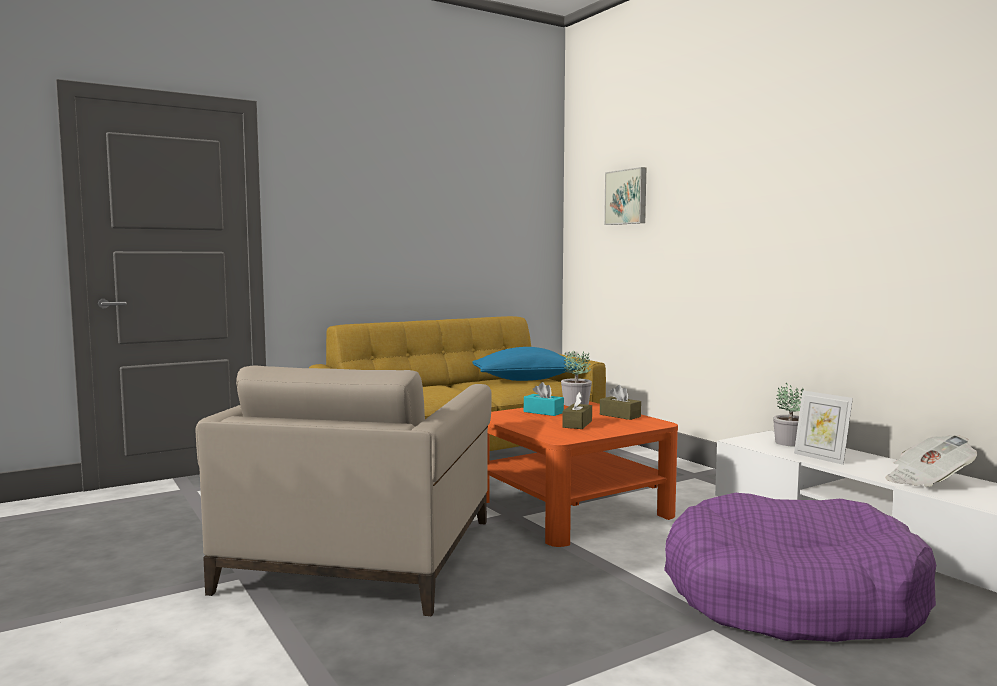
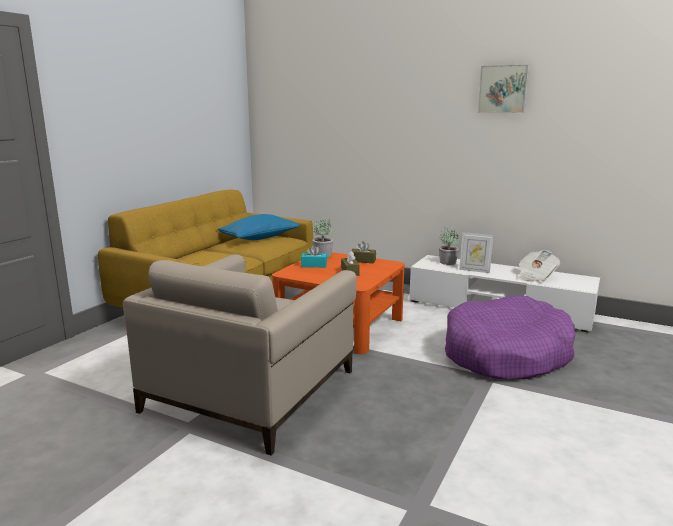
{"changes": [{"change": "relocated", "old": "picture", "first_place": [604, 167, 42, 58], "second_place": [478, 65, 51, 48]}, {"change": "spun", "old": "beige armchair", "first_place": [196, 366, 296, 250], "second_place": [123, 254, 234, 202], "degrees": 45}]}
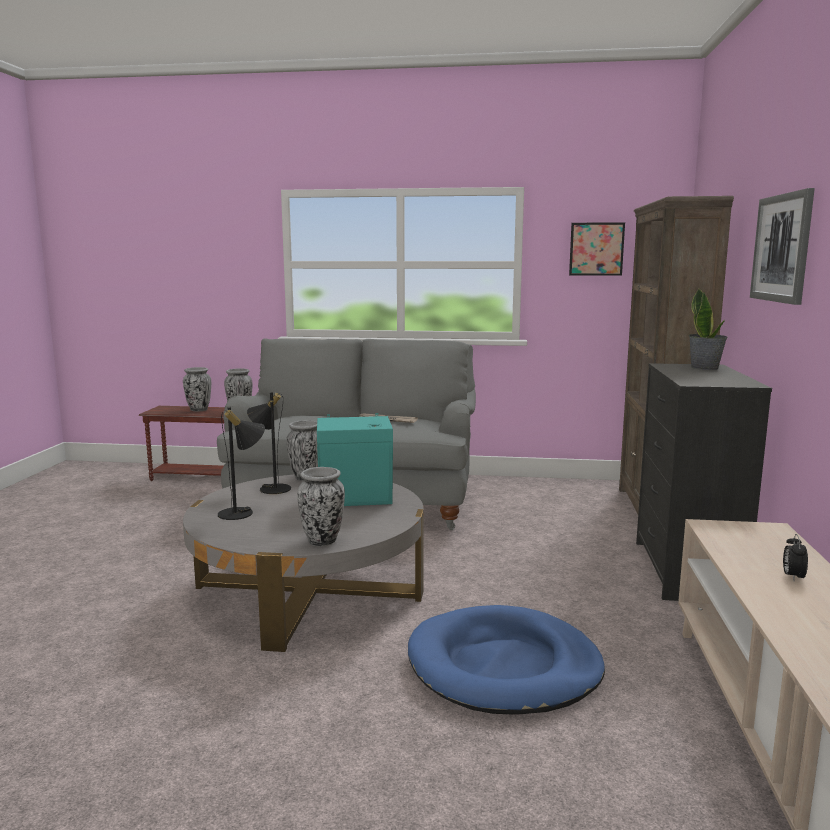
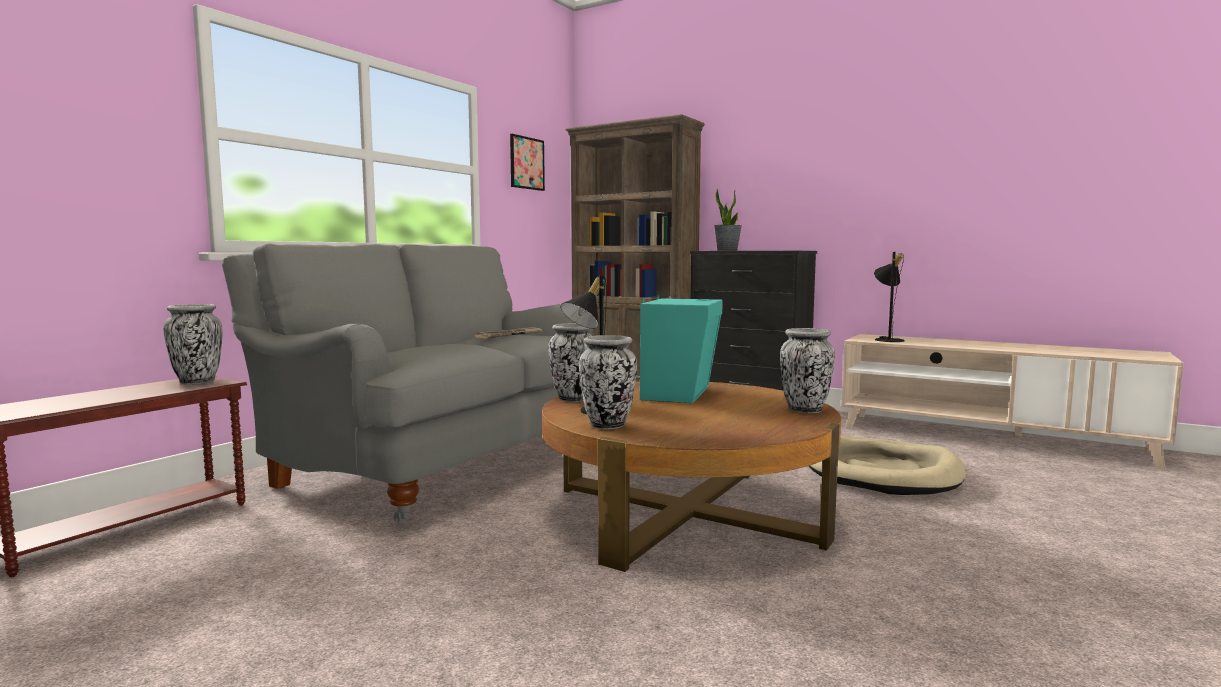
{"changes": [{"change": "missing", "old": "picture", "first_place": [750, 188, 65, 117]}, {"change": "missing", "old": "alarm clock", "first_place": [783, 534, 25, 46]}, {"change": "relocated", "old": "vase", "first_place": [183, 367, 28, 44], "second_place": [579, 335, 58, 95]}, {"change": "relocated", "old": "black table lamp", "first_place": [218, 407, 47, 113], "second_place": [874, 252, 31, 90]}, {"change": "colour", "old": "grey coffee table", "new": "brown coffee table", "first_place": [183, 475, 241, 177], "second_place": [542, 382, 299, 190]}, {"change": "colour", "old": "blue dog bed", "new": "beige dog bed", "first_place": [408, 605, 197, 110], "second_place": [809, 435, 157, 60]}]}
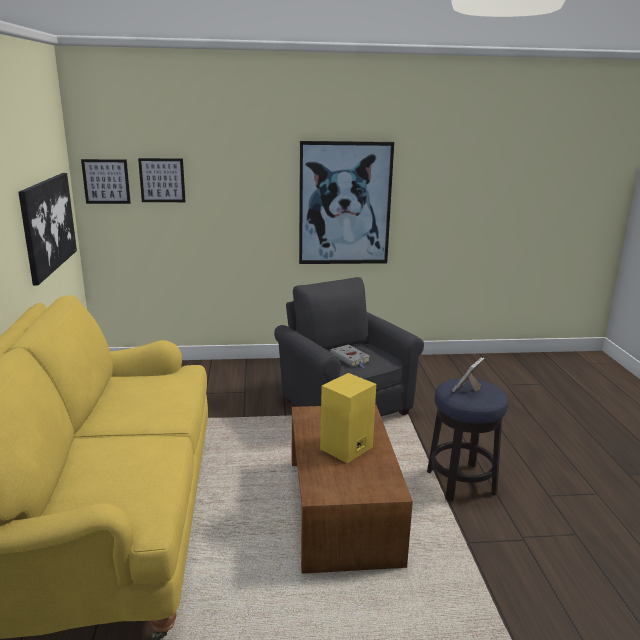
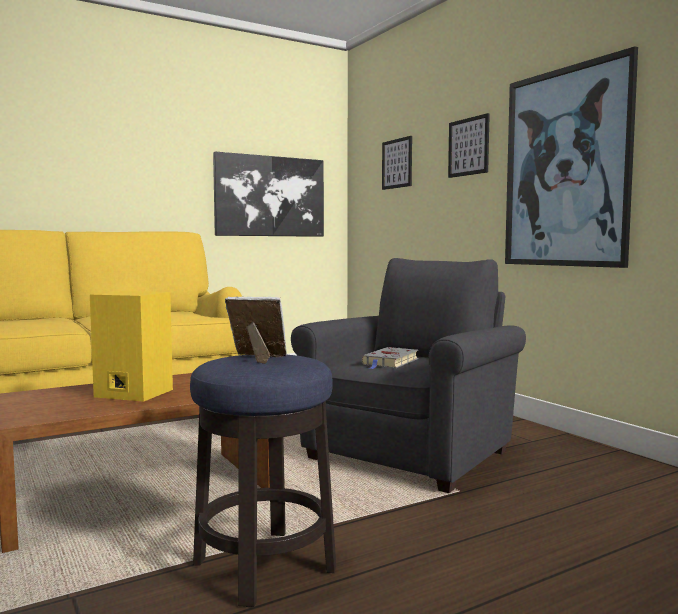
{"changes": [{"change": "relocated", "old": "picture", "first_place": [81, 159, 50, 45], "second_place": [448, 113, 42, 65]}]}
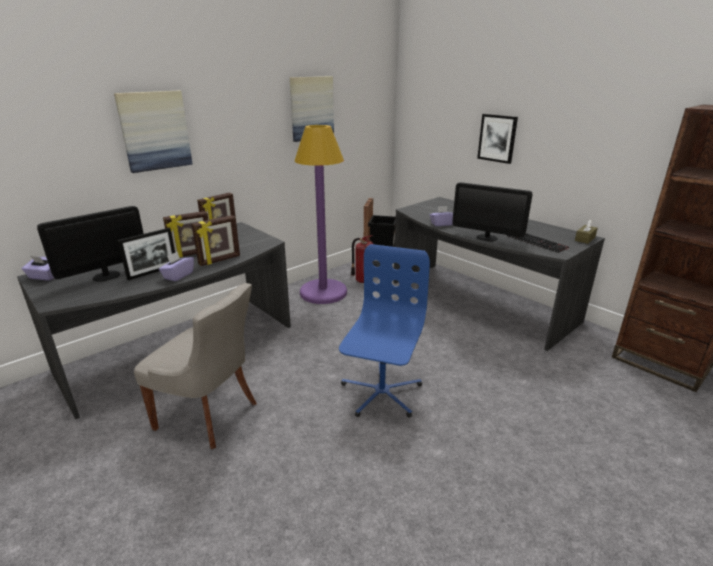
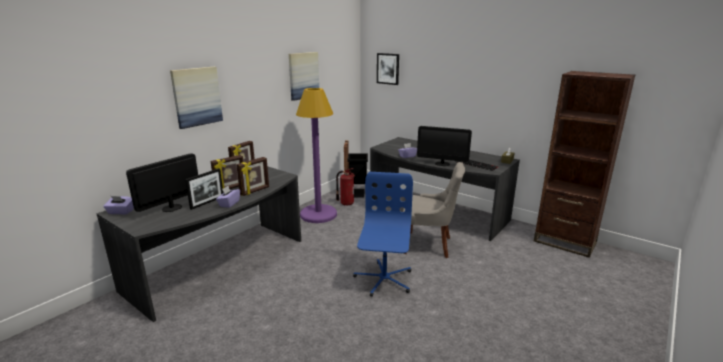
{"changes": [{"change": "relocated", "old": "grey chair", "first_place": [134, 283, 123, 166], "second_place": [403, 162, 62, 96]}, {"change": "relocated", "old": "picture", "first_place": [477, 114, 41, 50], "second_place": [377, 53, 22, 32]}]}
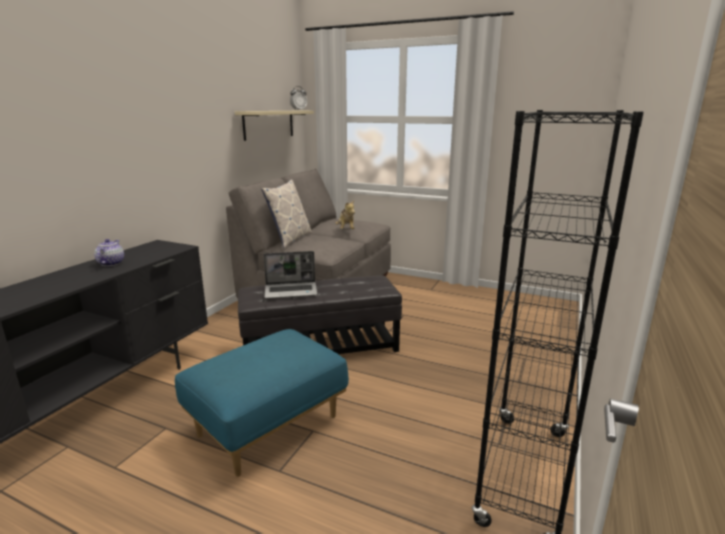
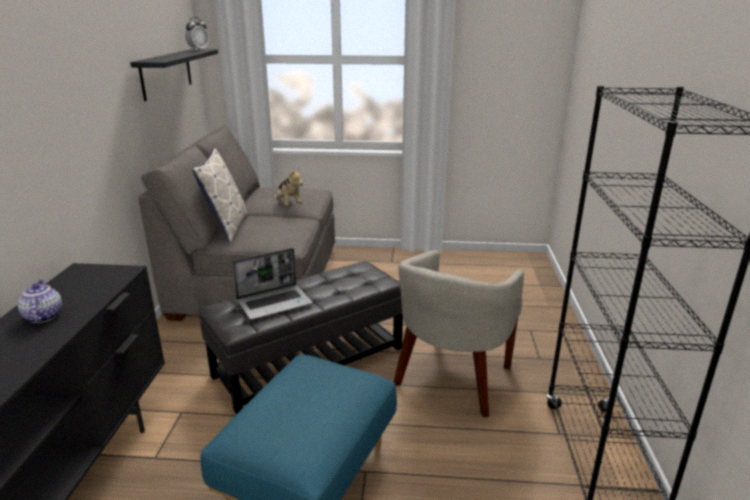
{"changes": [{"change": "appeared", "new": "beige armchair", "second_place": [393, 250, 131, 167]}, {"change": "colour", "old": "beige shelf", "new": "black shelf", "first_place": [235, 111, 79, 30], "second_place": [130, 49, 88, 52]}]}
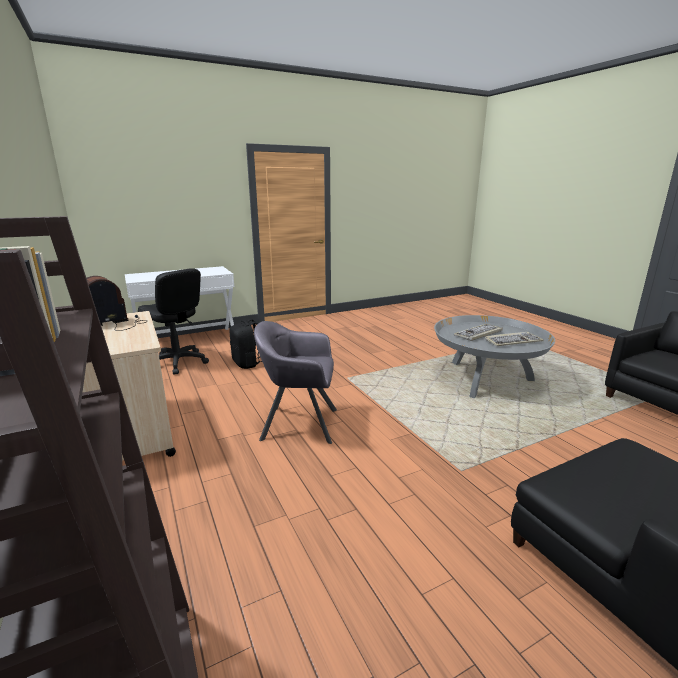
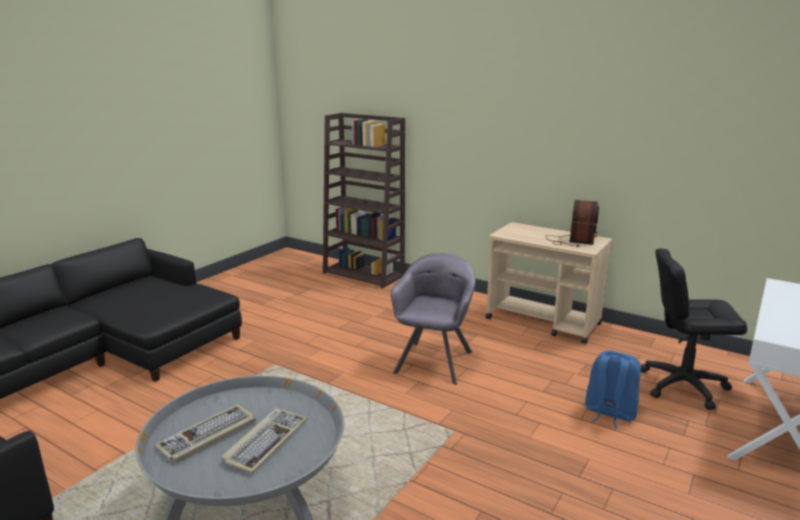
{"changes": [{"change": "colour", "old": "black backpack", "new": "blue backpack", "first_place": [229, 318, 33, 51], "second_place": [585, 350, 56, 79]}, {"change": "spun", "old": "grey armchair", "first_place": [254, 321, 83, 123], "second_place": [391, 253, 85, 132], "degrees": -45}]}
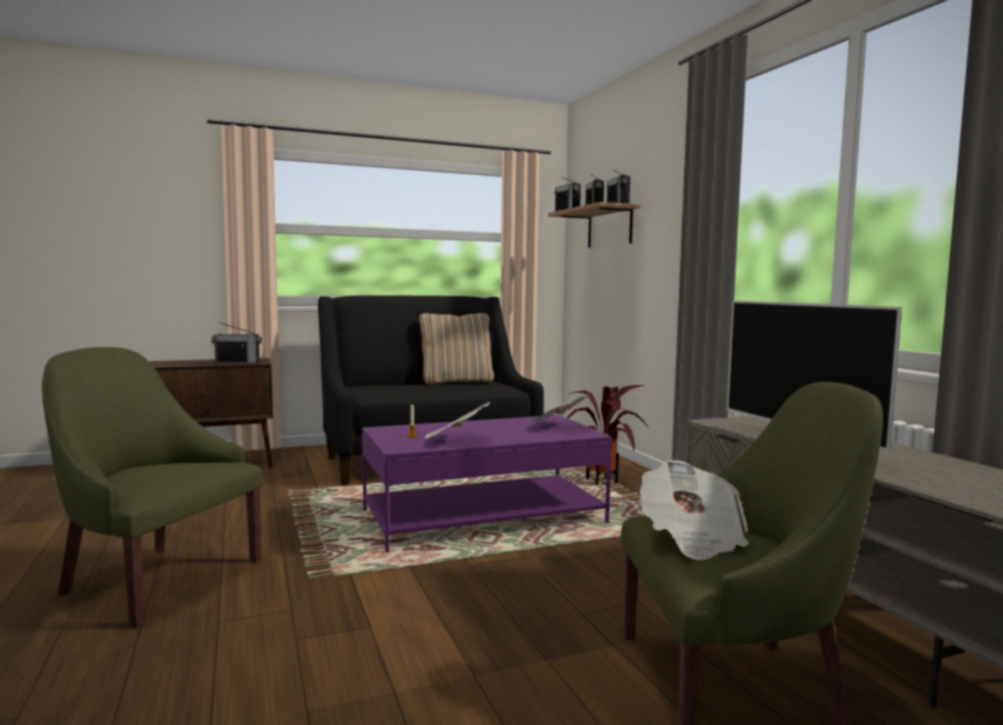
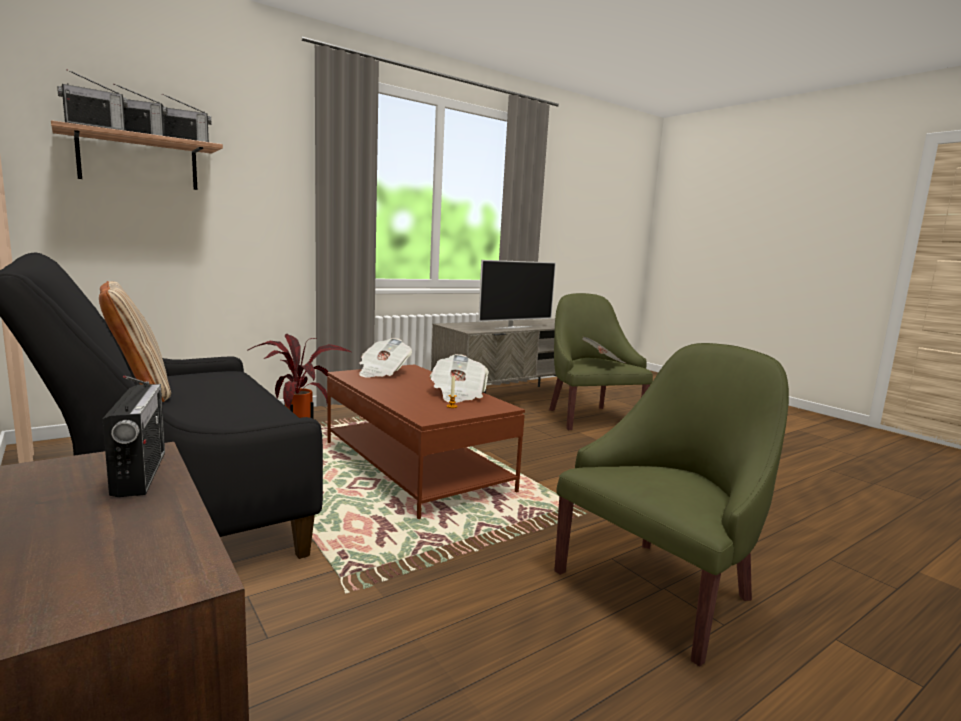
{"changes": [{"change": "colour", "old": "purple coffee table", "new": "brown coffee table", "first_place": [362, 415, 250, 137], "second_place": [327, 364, 198, 155]}, {"change": "spun", "old": "green armchair", "first_place": [42, 347, 221, 281], "second_place": [554, 343, 235, 324], "degrees": -135}]}
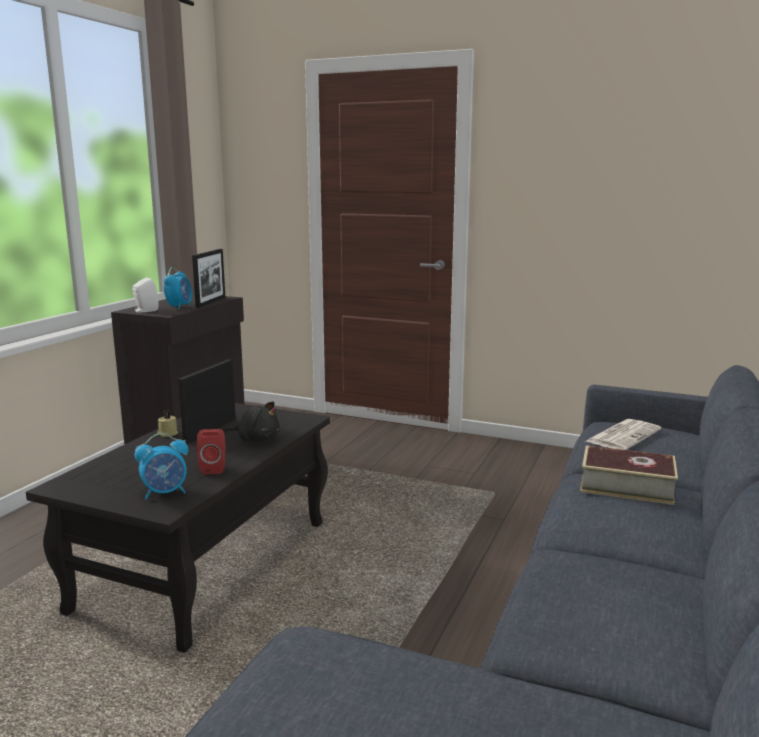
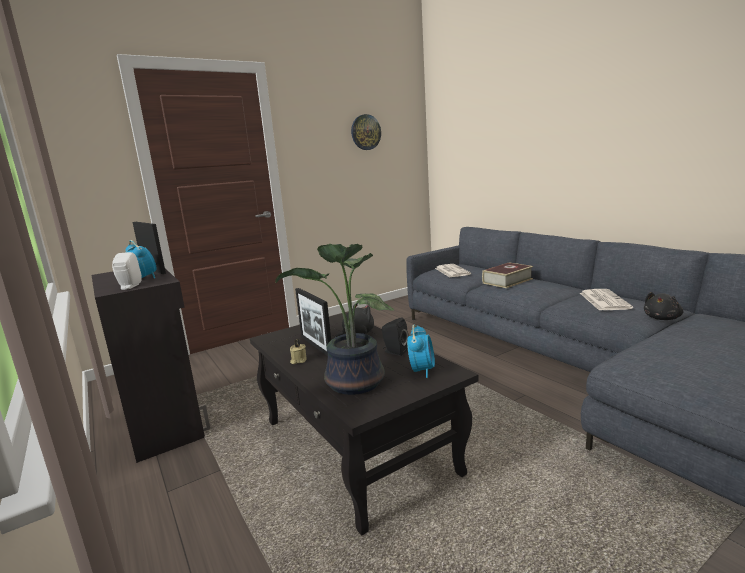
{"changes": [{"change": "appeared", "new": "potted plant", "second_place": [275, 244, 119, 151]}, {"change": "appeared", "new": "wall clock", "second_place": [351, 114, 30, 36]}, {"change": "appeared", "new": "newspaper", "second_place": [580, 289, 53, 22]}, {"change": "appeared", "new": "black plush toy", "second_place": [644, 292, 39, 28]}, {"change": "colour", "old": "red speaker", "new": "black speaker", "first_place": [197, 429, 28, 45], "second_place": [382, 317, 26, 39]}]}
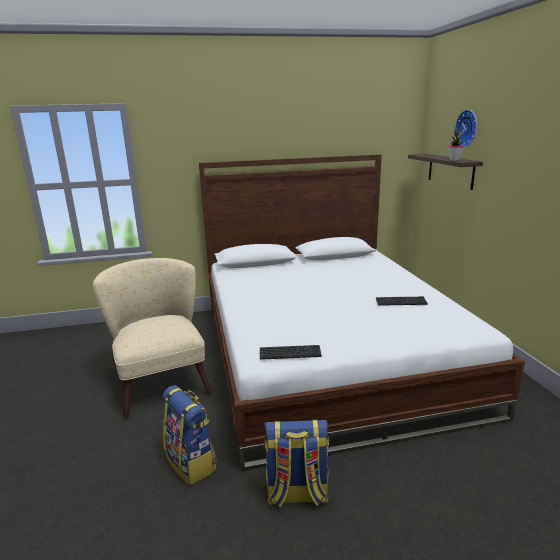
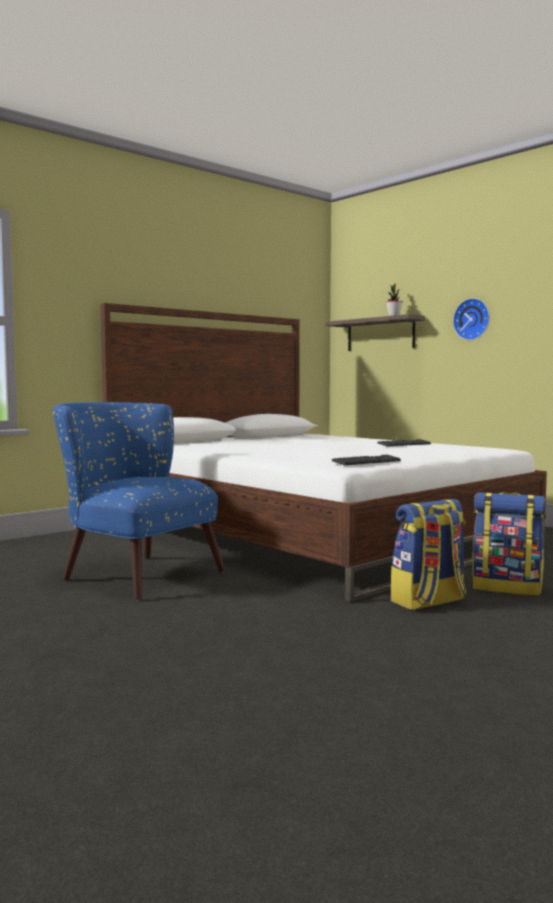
{"changes": [{"change": "relocated", "old": "backpack", "first_place": [163, 385, 54, 100], "second_place": [472, 492, 74, 104]}, {"change": "relocated", "old": "wall clock", "first_place": [454, 109, 23, 38], "second_place": [453, 298, 37, 42]}, {"change": "colour", "old": "beige armchair", "new": "blue armchair", "first_place": [93, 258, 119, 160], "second_place": [53, 402, 172, 199]}]}
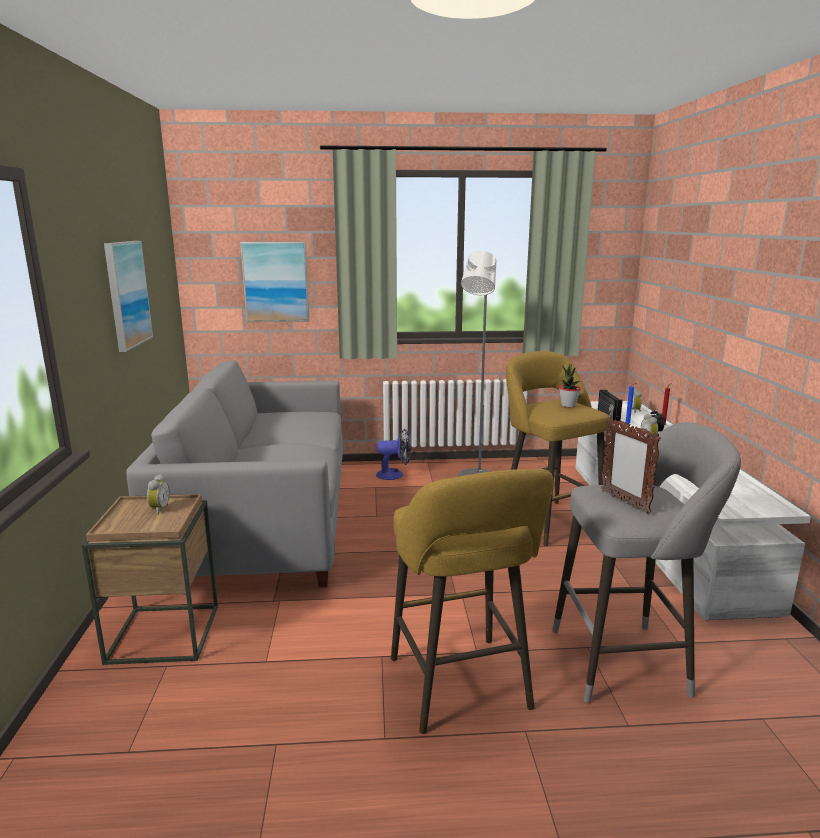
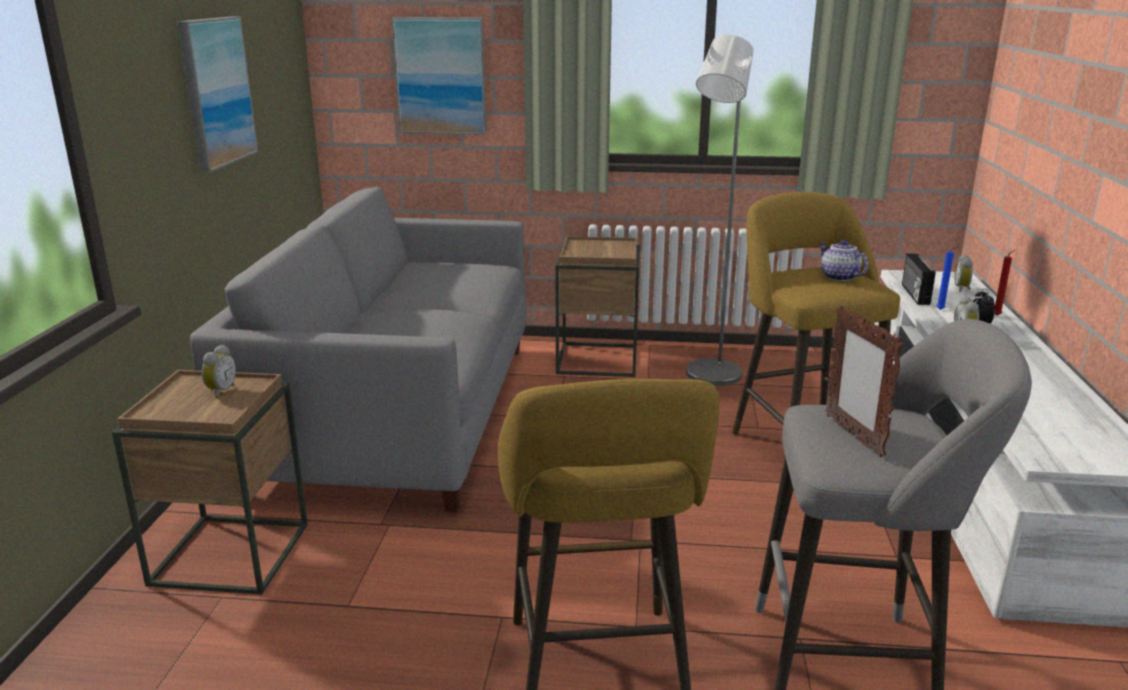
{"changes": [{"change": "exchanged", "old": "fan", "new": "brown side table", "first_place": [376, 429, 35, 51], "second_place": [555, 236, 85, 141]}, {"change": "exchanged", "old": "potted plant", "new": "teapot", "first_place": [559, 364, 22, 43], "second_place": [819, 240, 50, 41]}]}
